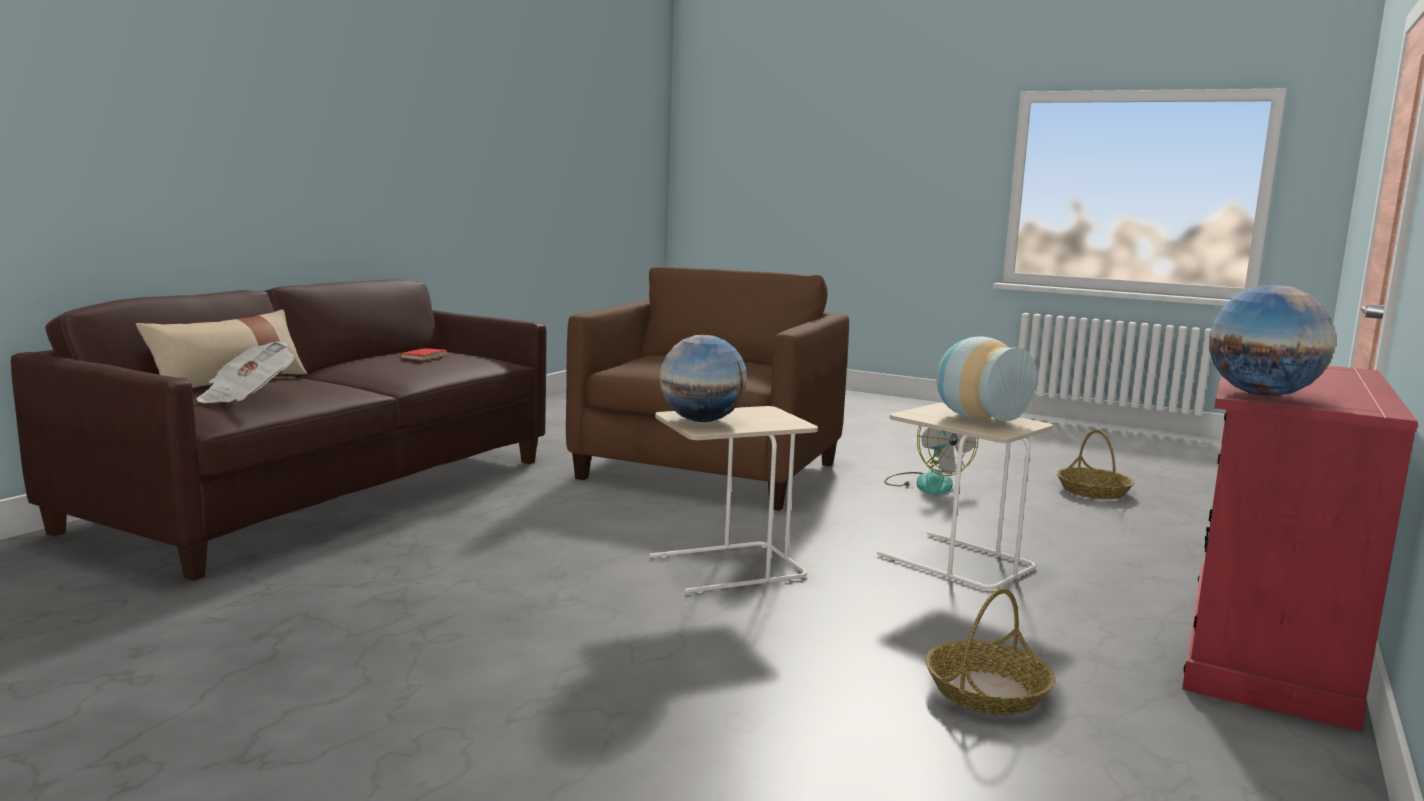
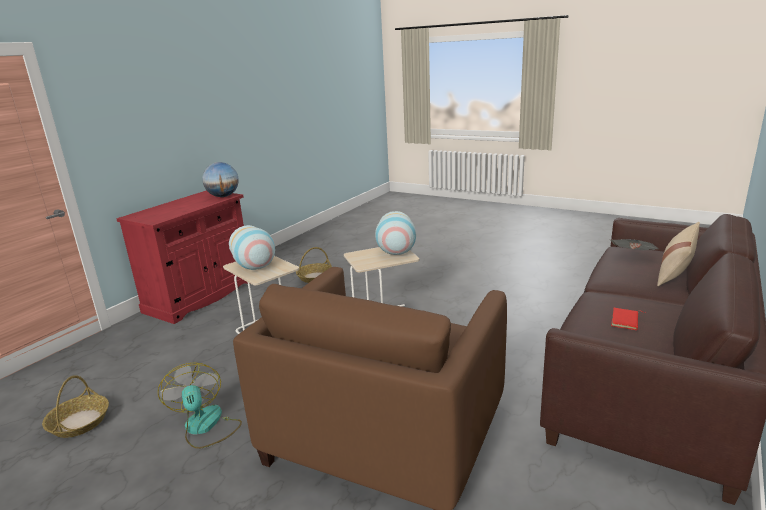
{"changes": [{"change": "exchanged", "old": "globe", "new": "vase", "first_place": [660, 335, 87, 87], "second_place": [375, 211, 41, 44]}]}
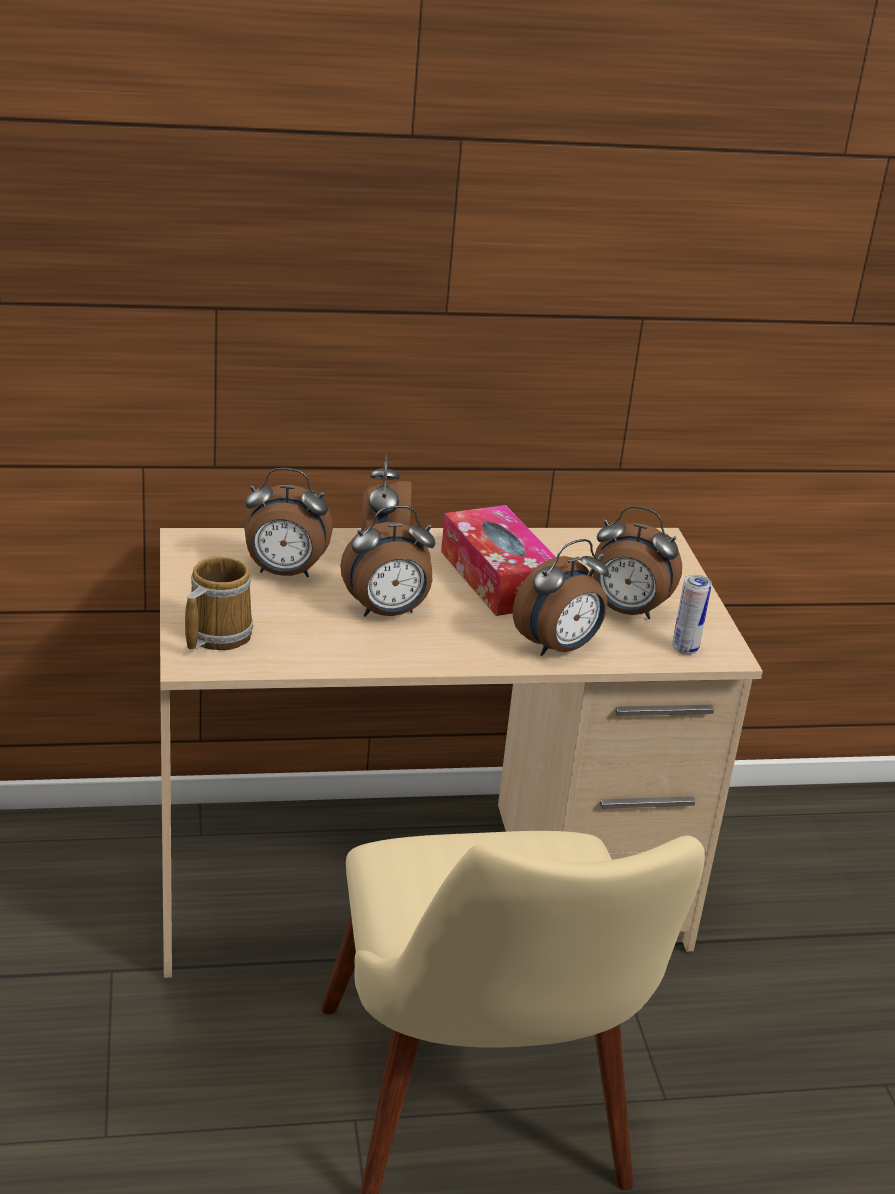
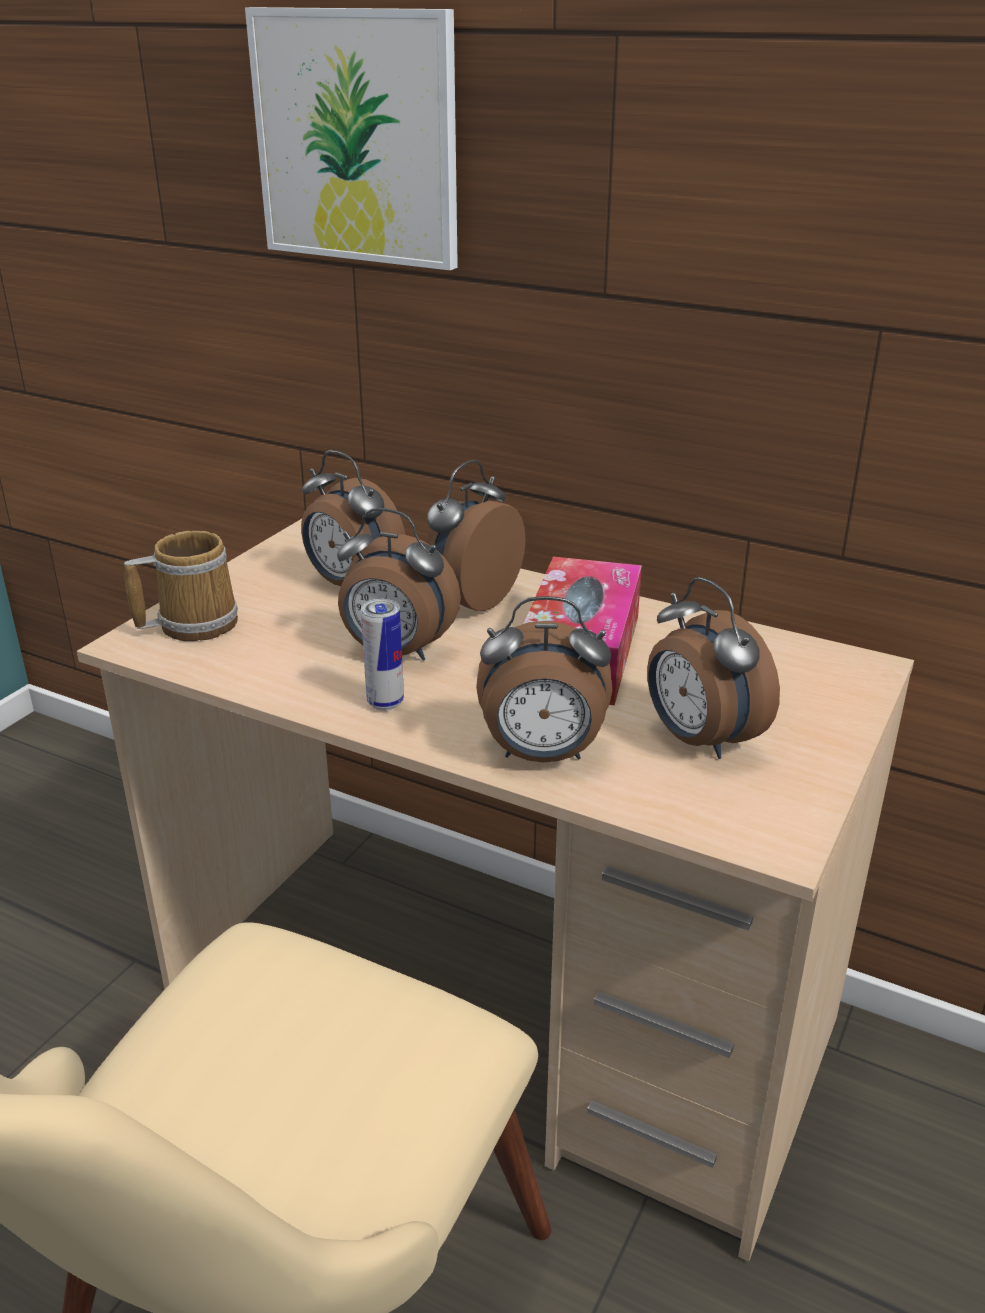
{"changes": [{"change": "appeared", "new": "picture", "second_place": [245, 7, 213, 263]}, {"change": "relocated", "old": "can", "first_place": [672, 574, 40, 81], "second_place": [361, 599, 43, 112]}]}
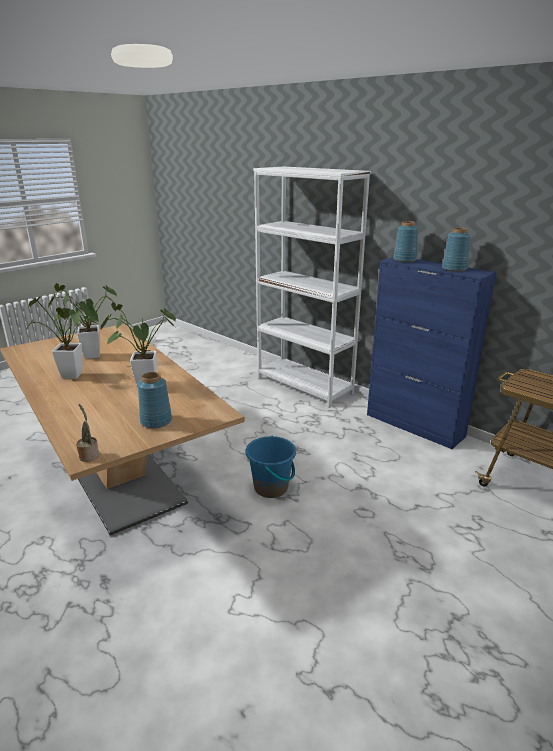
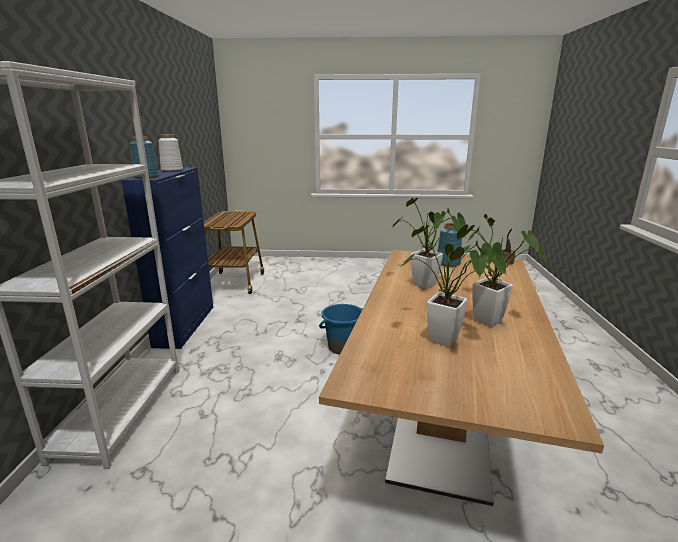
{"changes": [{"change": "colour", "old": "blue vase", "new": "white vase", "first_place": [442, 228, 29, 44], "second_place": [158, 134, 25, 38]}]}
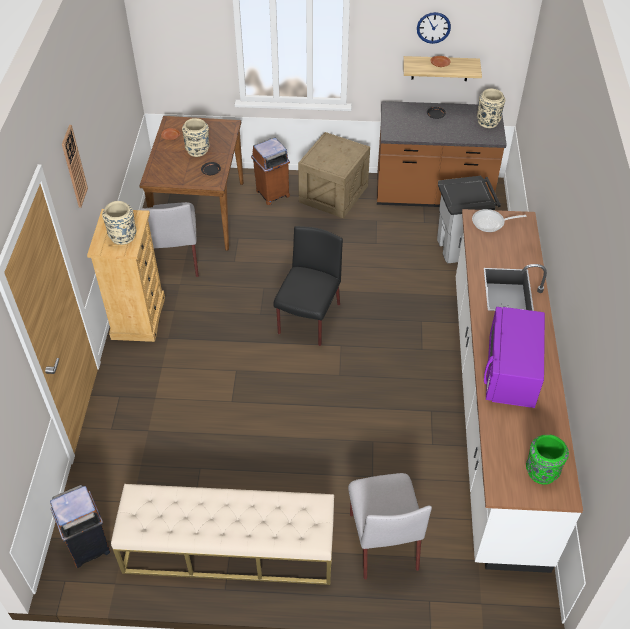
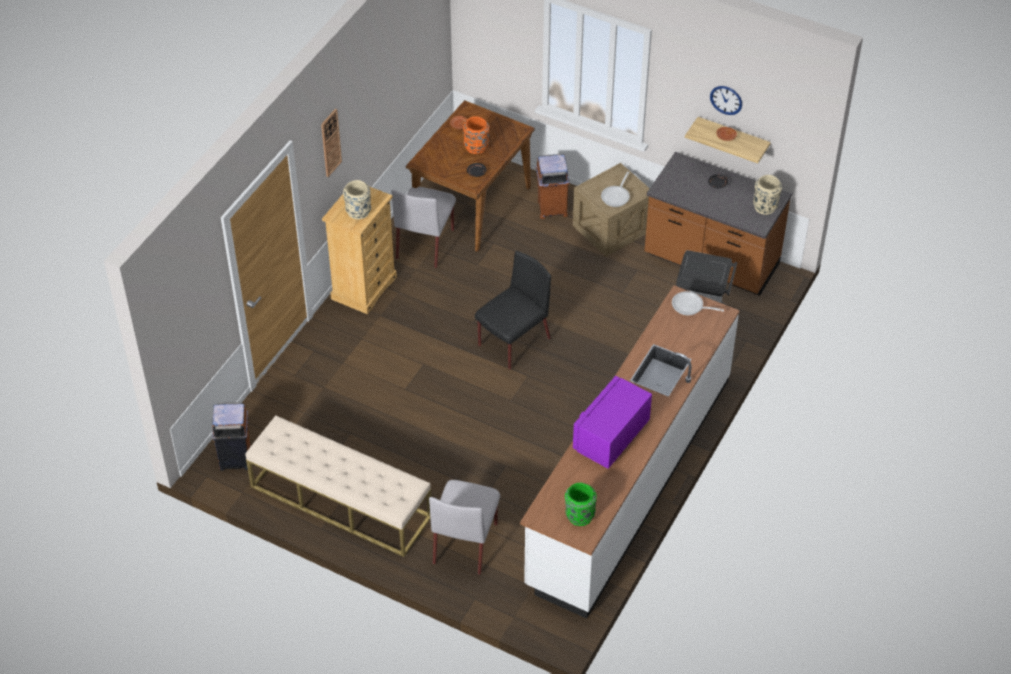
{"changes": [{"change": "appeared", "new": "frying pan", "second_place": [601, 172, 29, 35]}, {"change": "colour", "old": "beige vase", "new": "orange vase", "first_place": [182, 118, 27, 39], "second_place": [463, 116, 26, 38]}]}
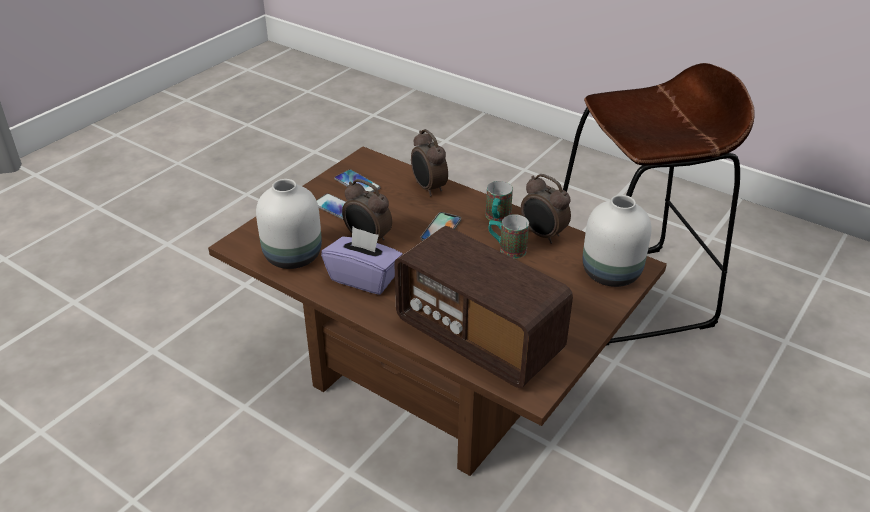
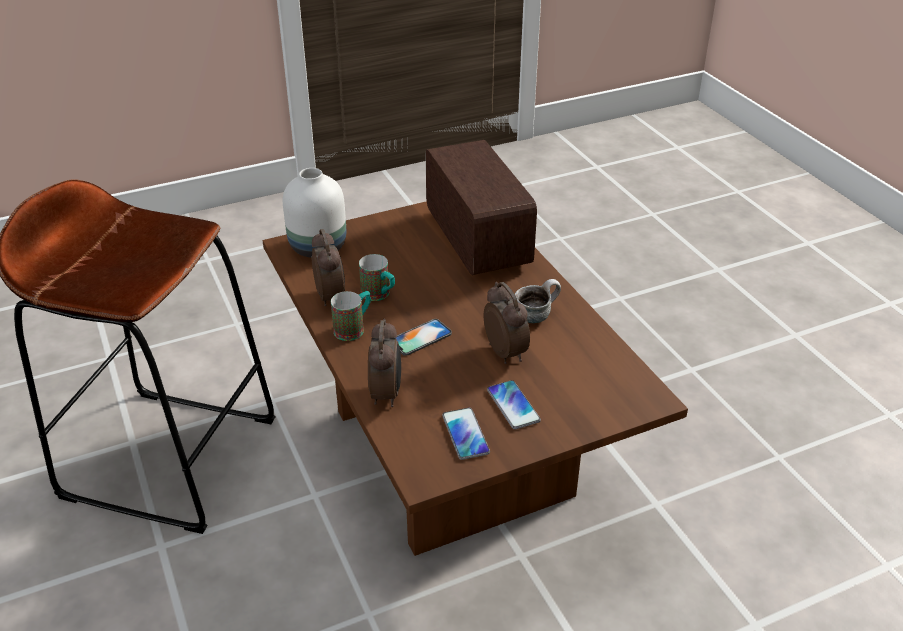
{"changes": [{"change": "missing", "old": "white vase", "first_place": [256, 179, 66, 90]}, {"change": "exchanged", "old": "purple tissue box", "new": "mug", "first_place": [321, 226, 82, 69], "second_place": [515, 279, 46, 44]}]}
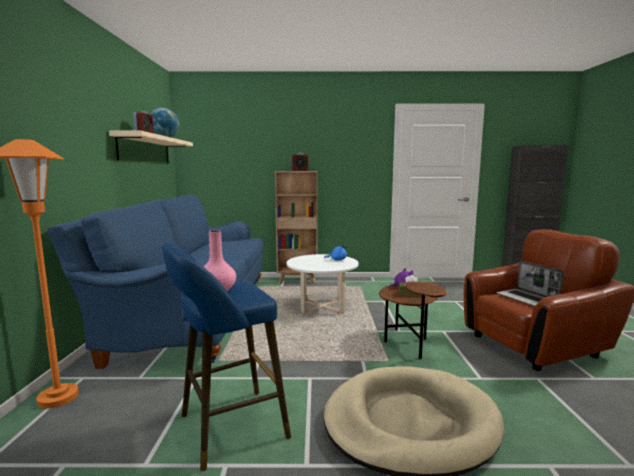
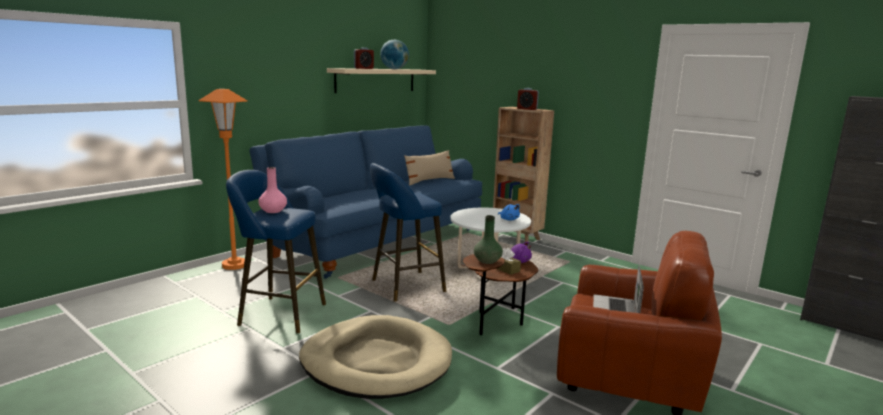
{"changes": [{"change": "appeared", "new": "blue stool", "second_place": [370, 163, 76, 139]}, {"change": "appeared", "new": "beige pillow", "second_place": [404, 150, 51, 36]}, {"change": "appeared", "new": "green vase", "second_place": [474, 215, 29, 49]}]}
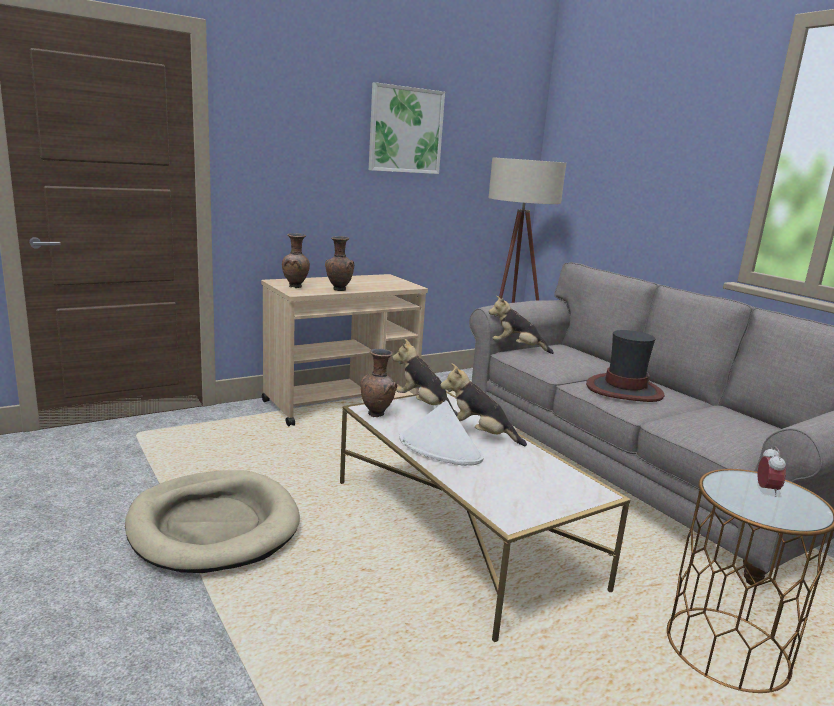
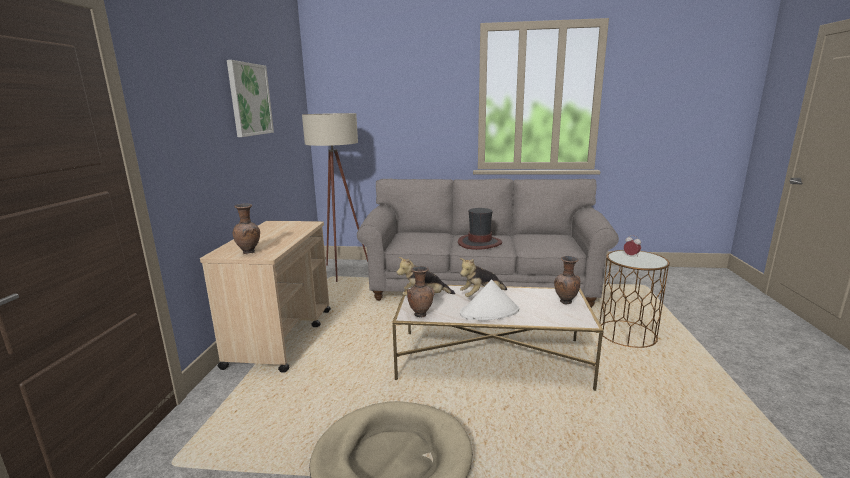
{"changes": [{"change": "missing", "old": "plush toy", "first_place": [489, 296, 65, 58]}, {"change": "relocated", "old": "brown vase", "first_place": [325, 236, 29, 55], "second_place": [554, 256, 26, 49]}]}
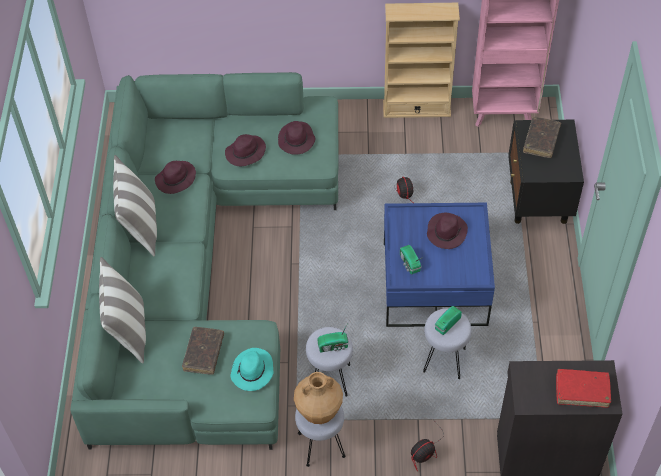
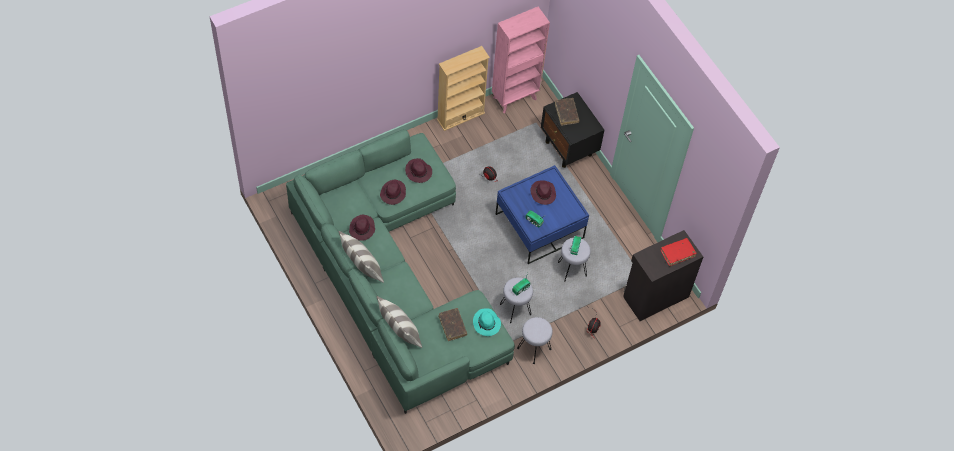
{"changes": [{"change": "missing", "old": "brown vase", "first_place": [294, 372, 49, 52]}]}
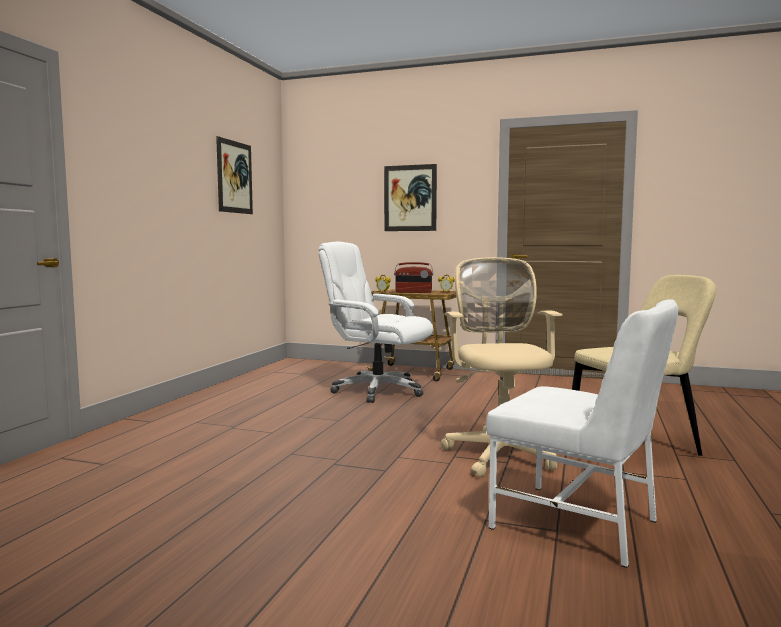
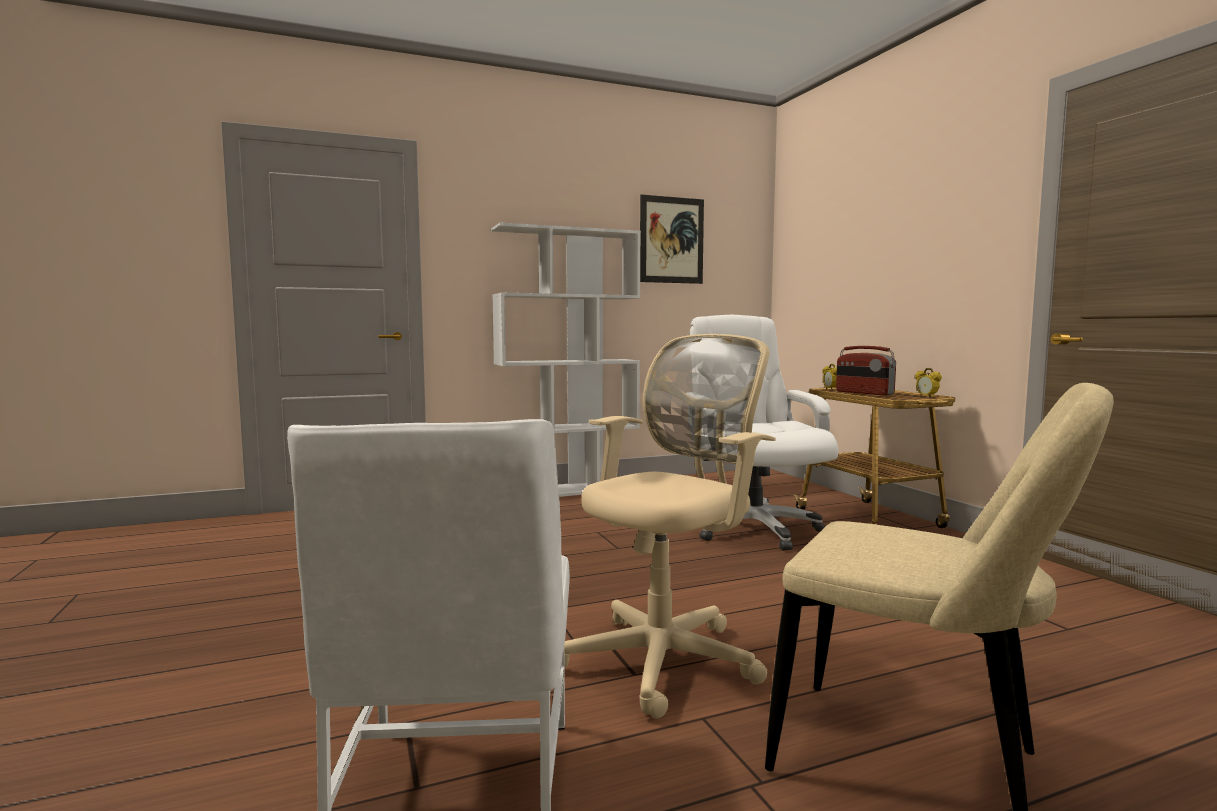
{"changes": [{"change": "missing", "old": "picture", "first_place": [384, 164, 53, 67]}, {"change": "appeared", "new": "white bookcase", "second_place": [491, 223, 150, 274]}]}
